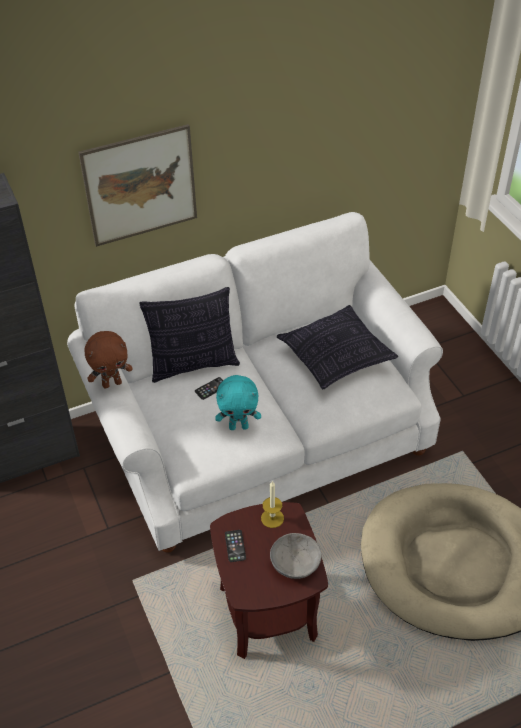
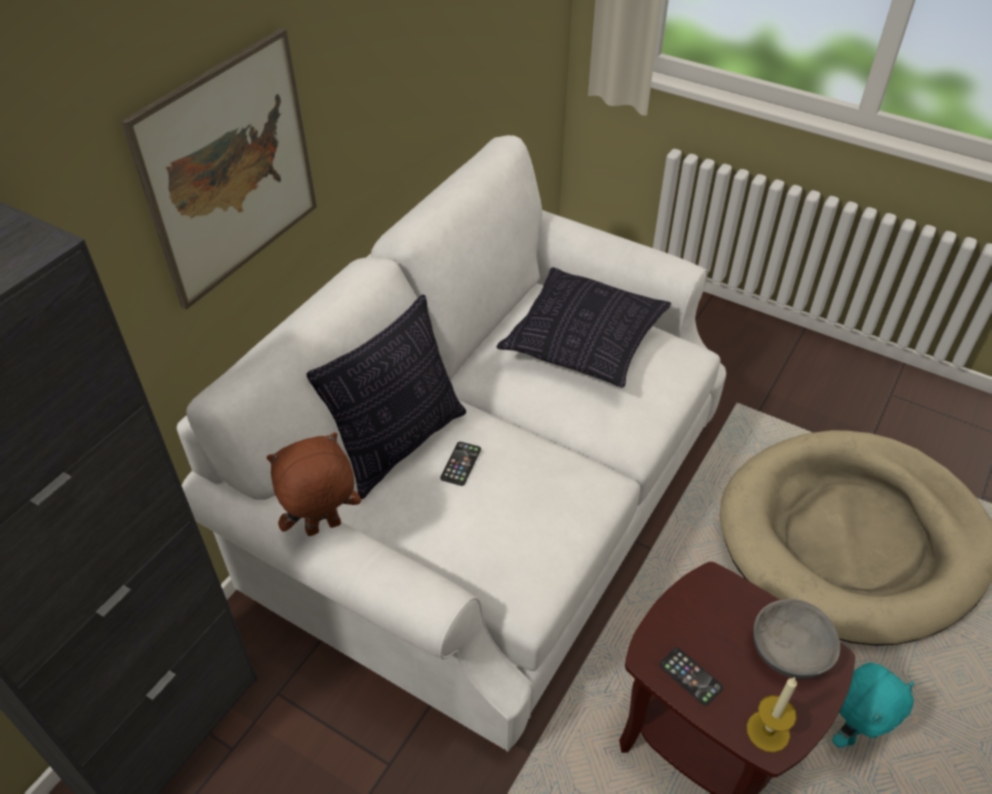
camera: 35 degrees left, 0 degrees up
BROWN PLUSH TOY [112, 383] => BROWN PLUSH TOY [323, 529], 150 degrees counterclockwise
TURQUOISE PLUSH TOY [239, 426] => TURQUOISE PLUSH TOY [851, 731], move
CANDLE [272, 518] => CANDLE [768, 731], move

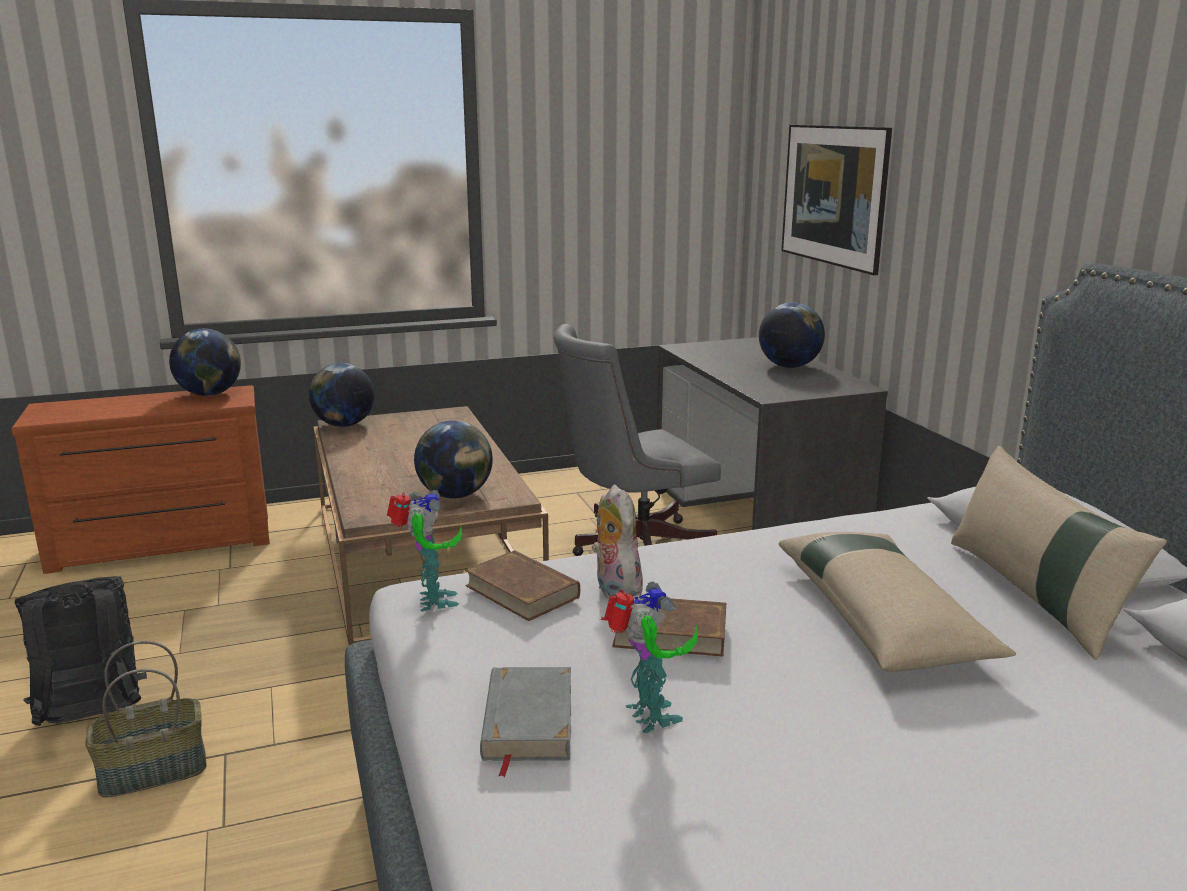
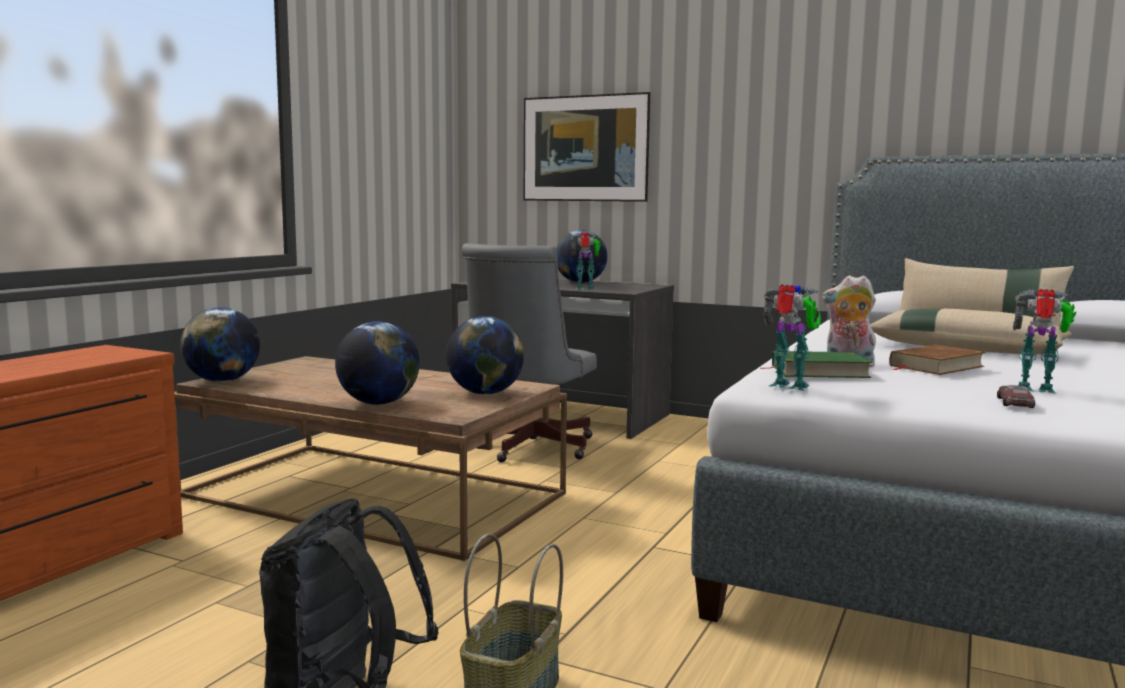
camera: 45 degrees left, 10 degrees down
GLOBE [210, 394] => GLOBE [378, 403], move
BROWN BOOK [522, 591] => GREEN BOOK [819, 371]
GREY BOOK [527, 722] => TOY CAR [1015, 403]
nothing => TOY ROBOT [586, 288]

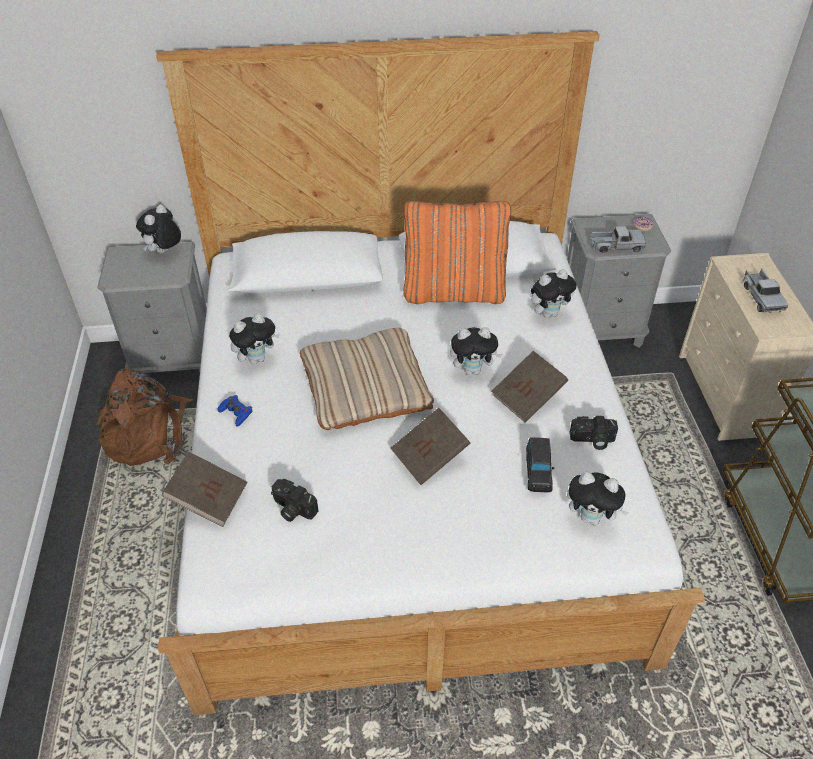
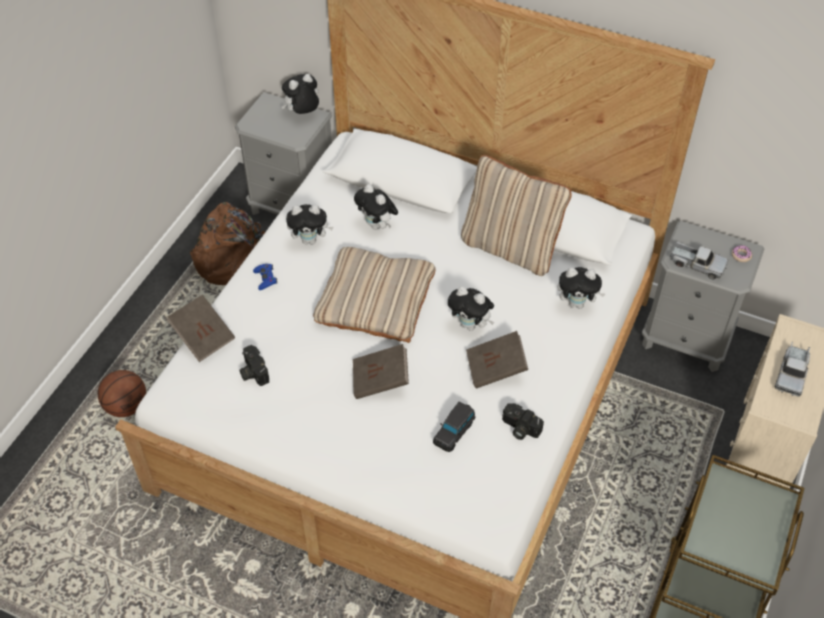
camera: 30 degrees right, 5 degrees up
ORANGE PILLOW [454, 292] => BEIGE PILLOW [510, 248]
PLUSH TOY [591, 517] => PLUSH TOY [377, 225], move
nothing => BASKETBALL [127, 406]

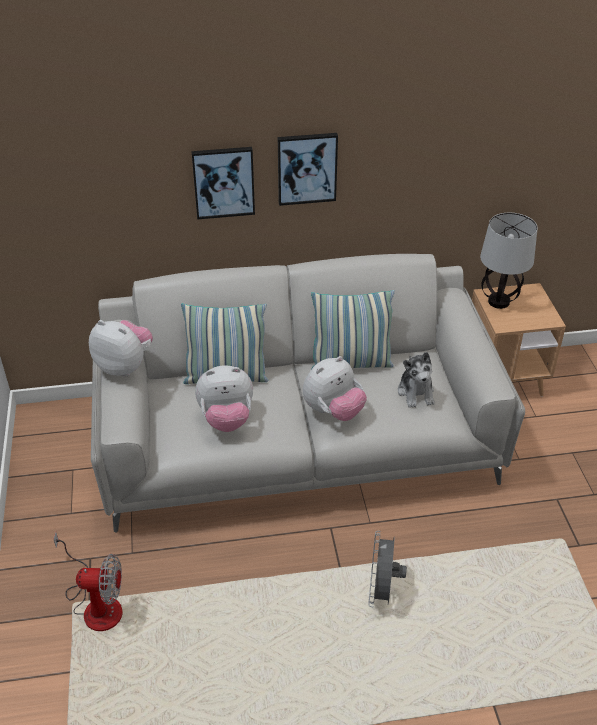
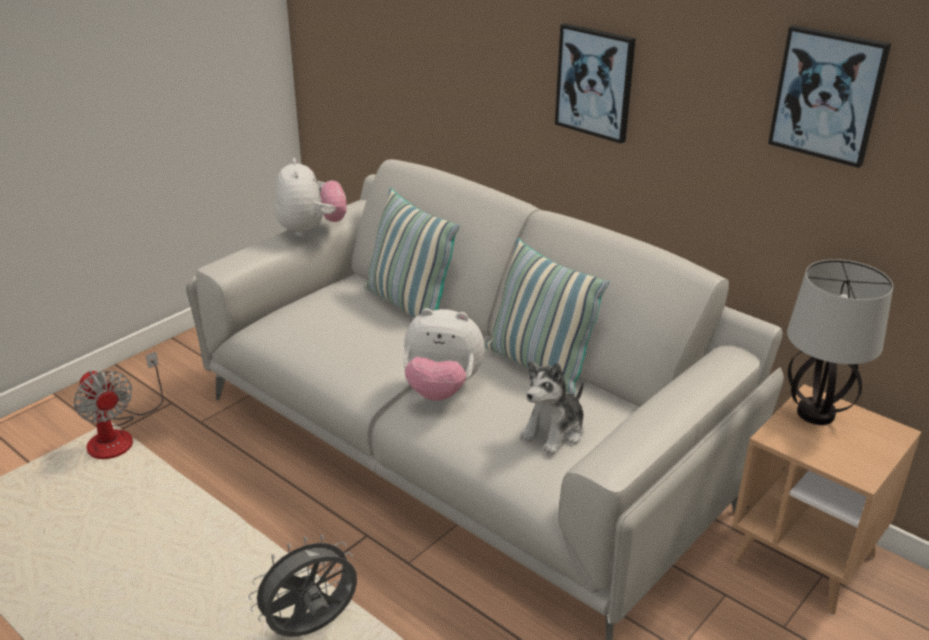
camera: 50 degrees right, 10 degrees down
PICTURE [223, 182] => PICTURE [828, 95], move
PLUSH TOY [226, 419] => nothing

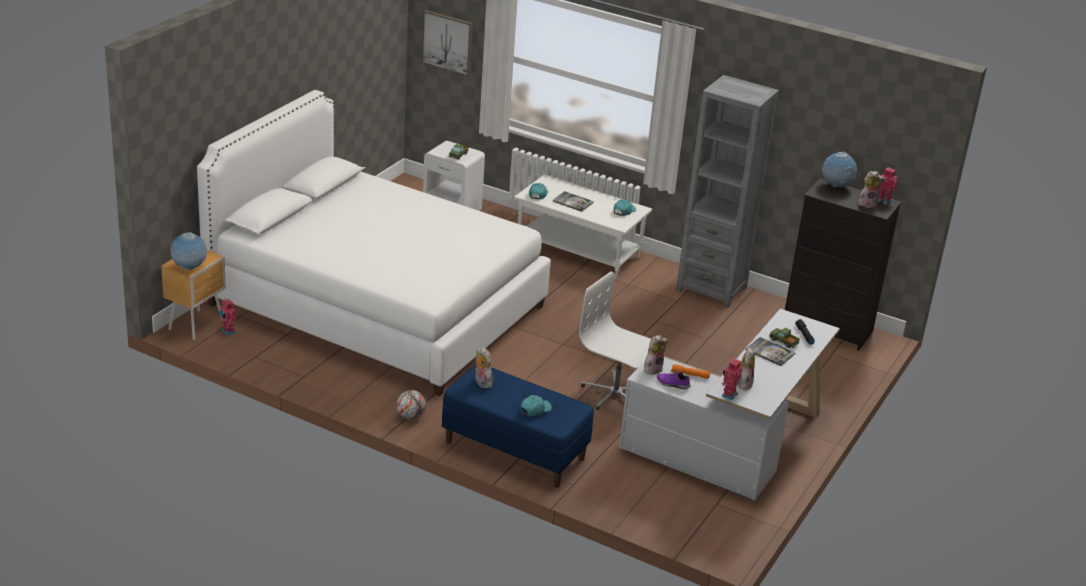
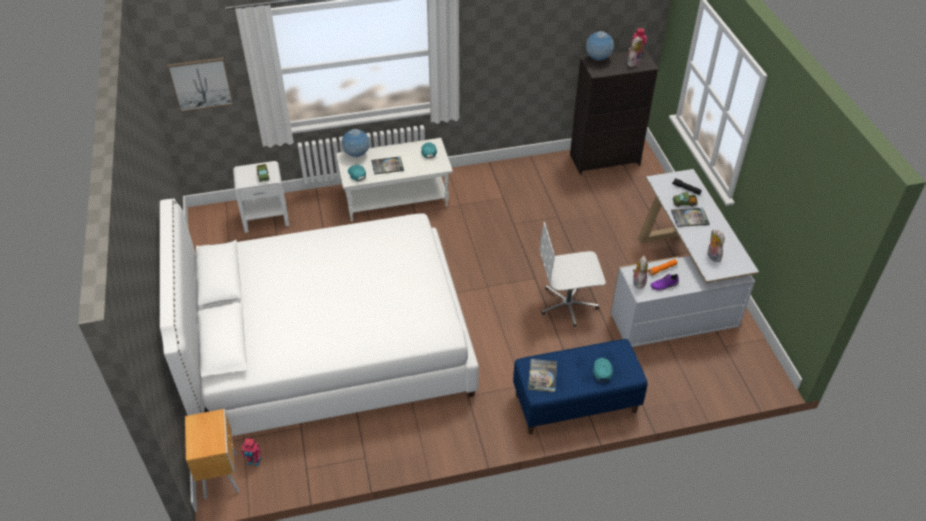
camera: 40 degrees left, 15 degrees up
GREY BOOKCASE [711, 289] => nothing
GLOBE [189, 268] => GLOBE [357, 155], move
PLUSH TOY [481, 383] => BOOK [542, 376]
TOY ROBOT [728, 394] => nothing
FOOTBALL [410, 416] => nothing

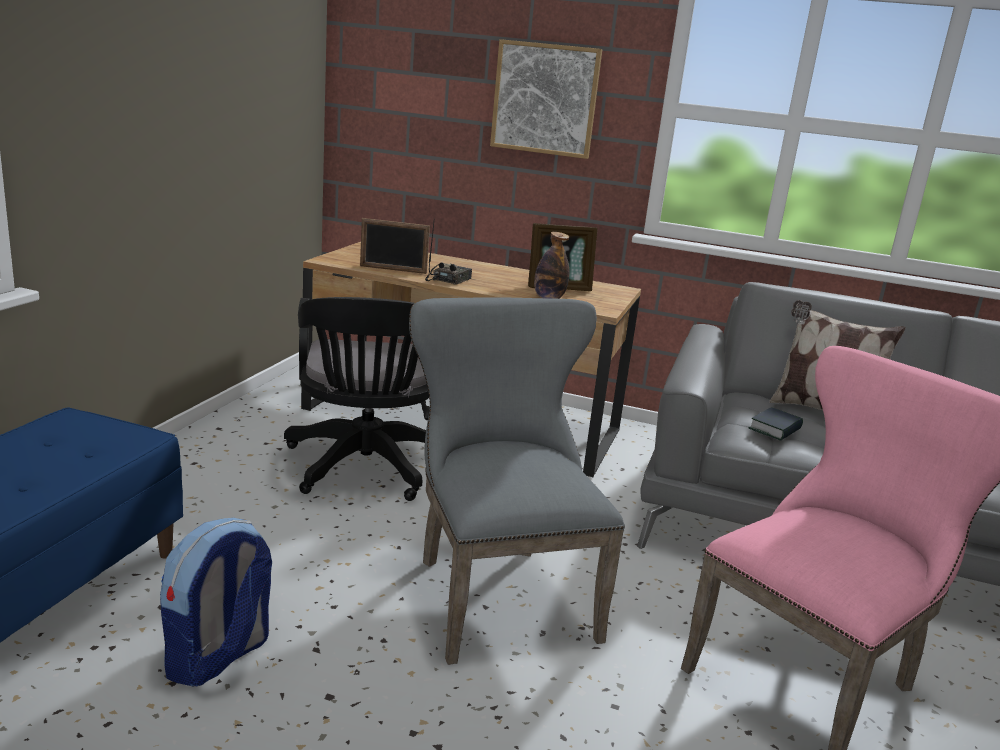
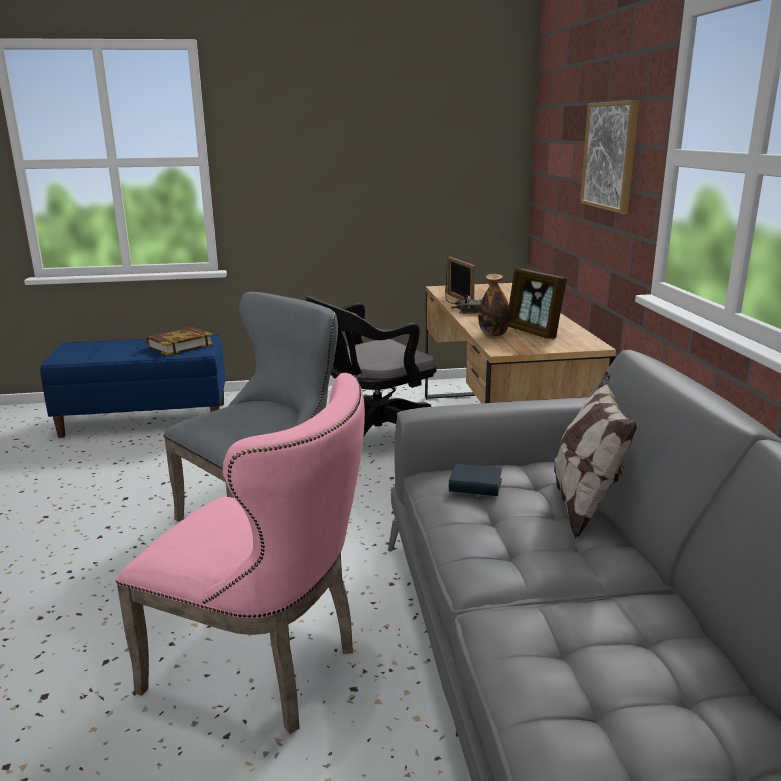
camera: 65 degrees right, 0 degrees up
BACKPACK [218, 657] => nothing
nothing => BOOK [180, 346]

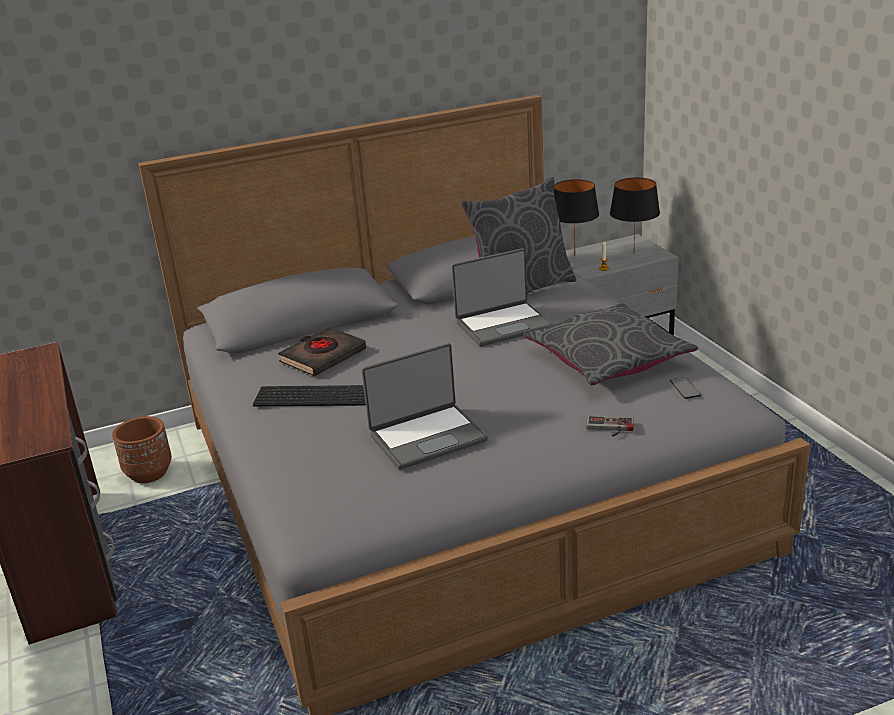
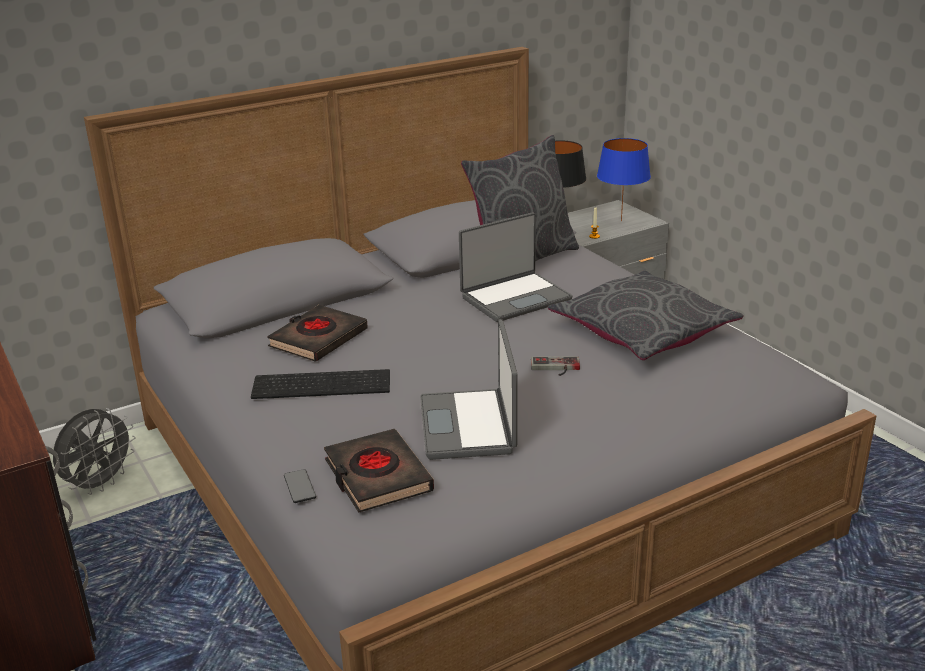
camera: 10 degrees left, 0 degrees up
BLACK TABLE LAMP [633, 254] => BLUE TABLE LAMP [621, 221]
LAPTOP [427, 437] => LAPTOP [469, 426], 120 degrees clockwise
PHONE [685, 388] => PHONE [299, 487], move
BROWN PLANTER [149, 473] => GREY FAN [100, 484]
GAME CONTROLLER [609, 428] => GAME CONTROLLER [555, 368], move
nothing => BLACK BOOK [377, 476]

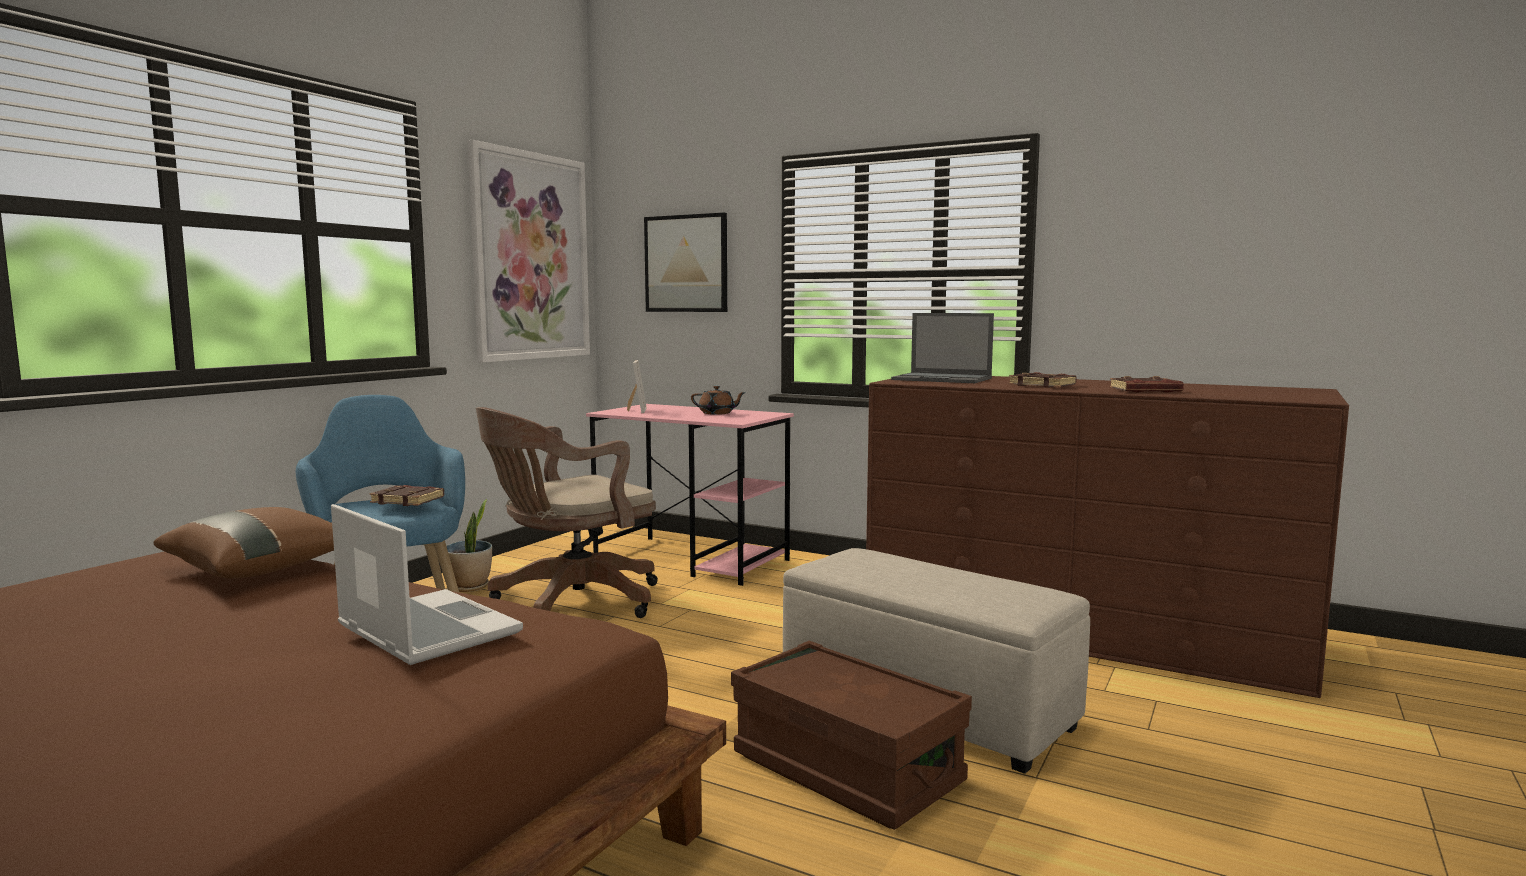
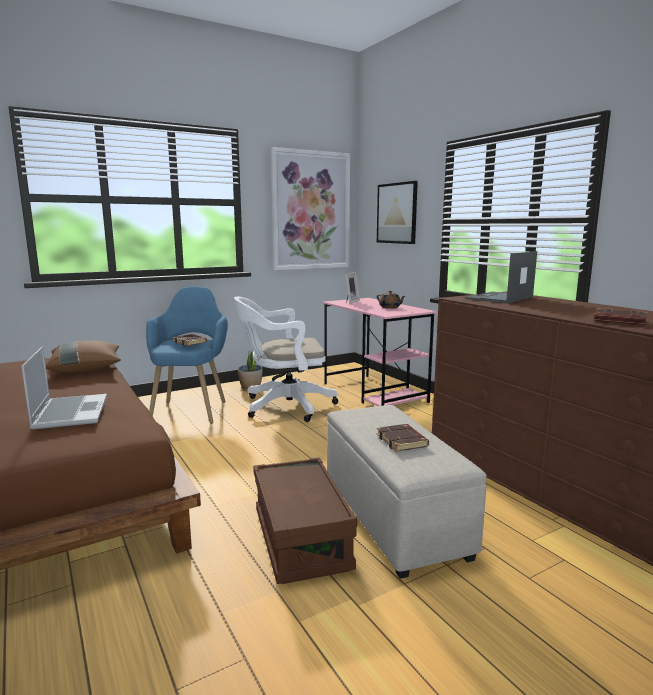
camera: 30 degrees right, 5 degrees up
LAPTOP [943, 379] => LAPTOP [499, 298], 75 degrees clockwise
BROWN BOOK [1043, 385] => BROWN BOOK [402, 441], move
BROWN OFFICE CHAIR [570, 603] => WHITE OFFICE CHAIR [284, 406]

